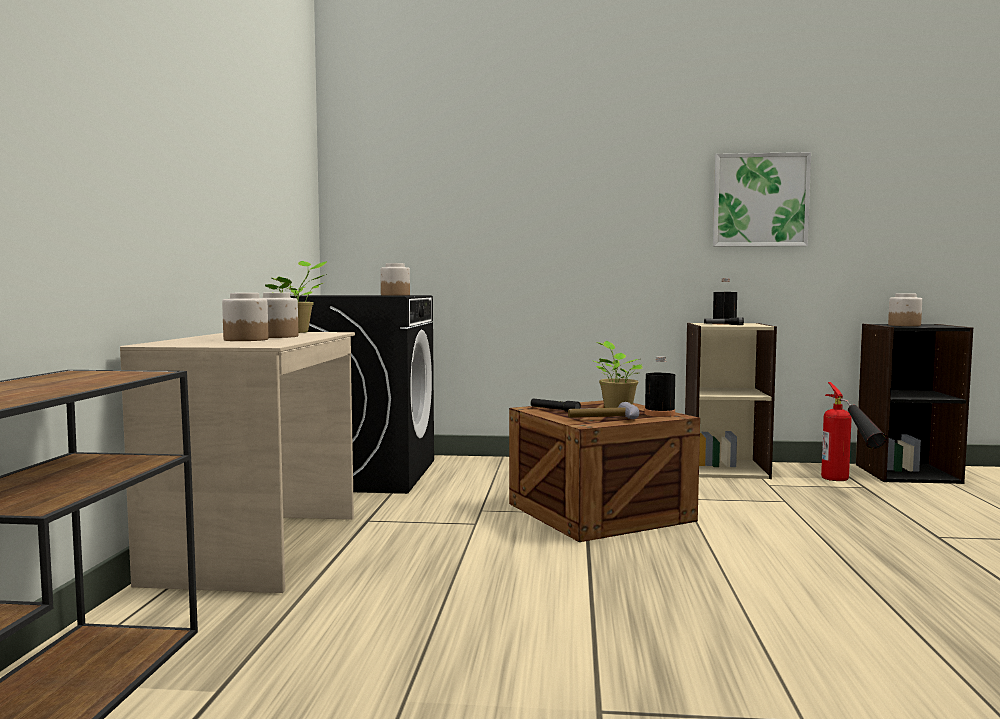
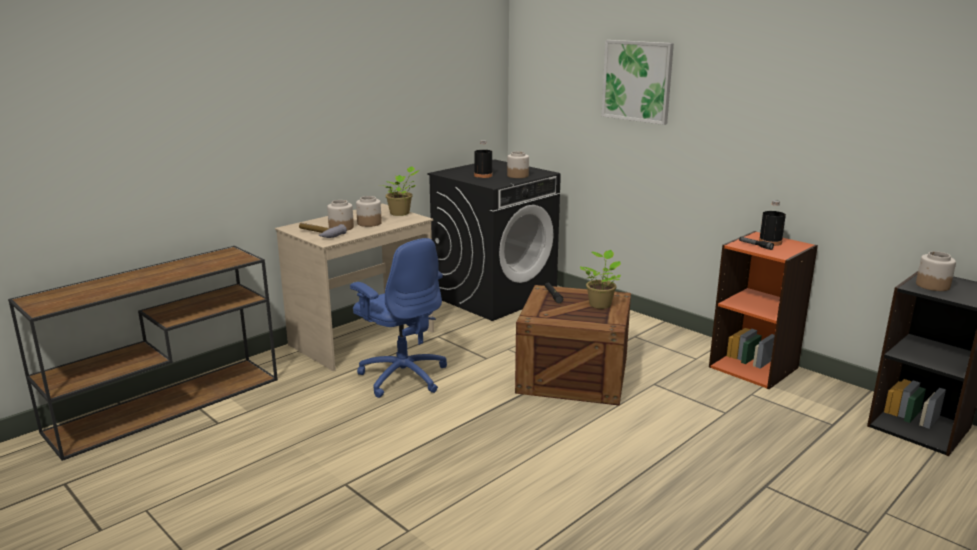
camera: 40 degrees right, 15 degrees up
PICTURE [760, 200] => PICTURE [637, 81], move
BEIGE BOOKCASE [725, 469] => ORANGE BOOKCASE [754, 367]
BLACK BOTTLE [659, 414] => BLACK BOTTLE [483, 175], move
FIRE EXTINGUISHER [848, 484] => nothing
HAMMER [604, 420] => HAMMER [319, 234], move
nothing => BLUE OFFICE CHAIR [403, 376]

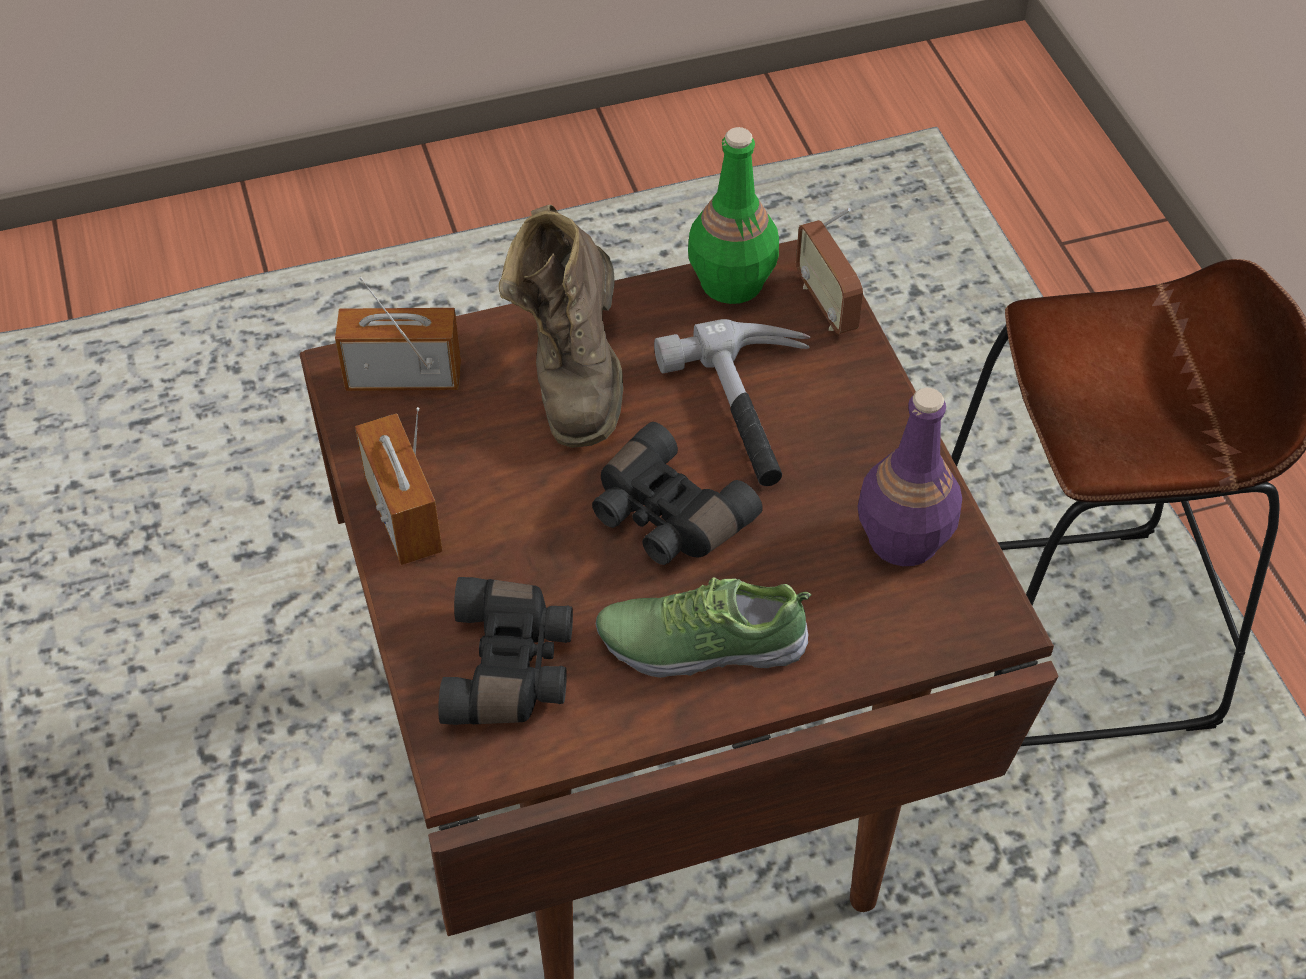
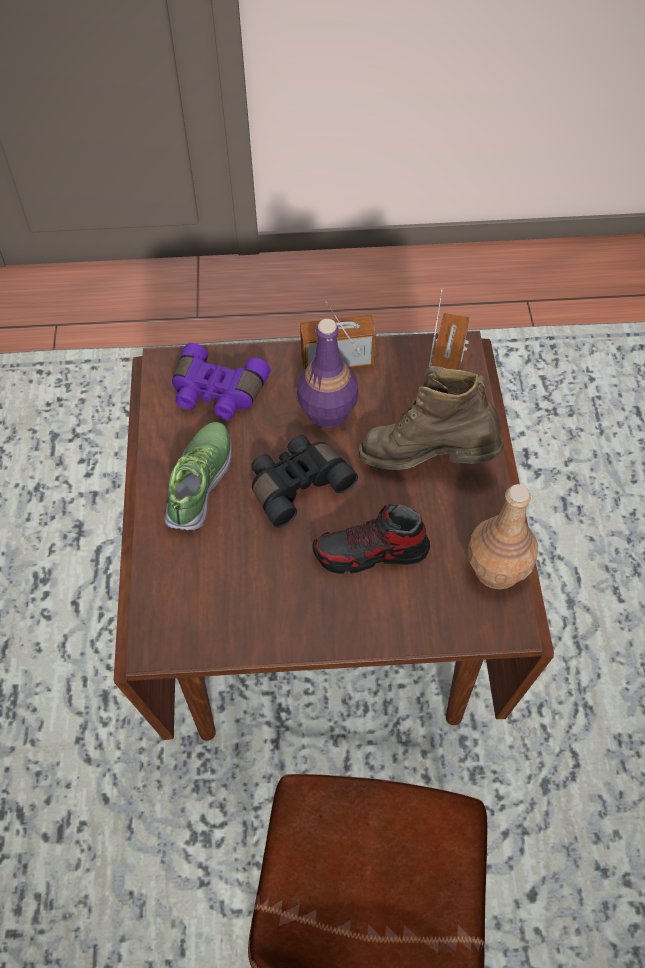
camera: 105 degrees right, 5 degrees up
GREEN BOTTLE [730, 283] => BROWN BOTTLE [497, 568]
RADIO [826, 305] => nothing
HAMMER [754, 410] => SHOE [371, 553]
PURPLE BOTTLE [903, 540] => PURPLE BOTTLE [327, 411], move
BLACK BINOCULARS [512, 668] => PURPLE BINOCULARS [216, 393]

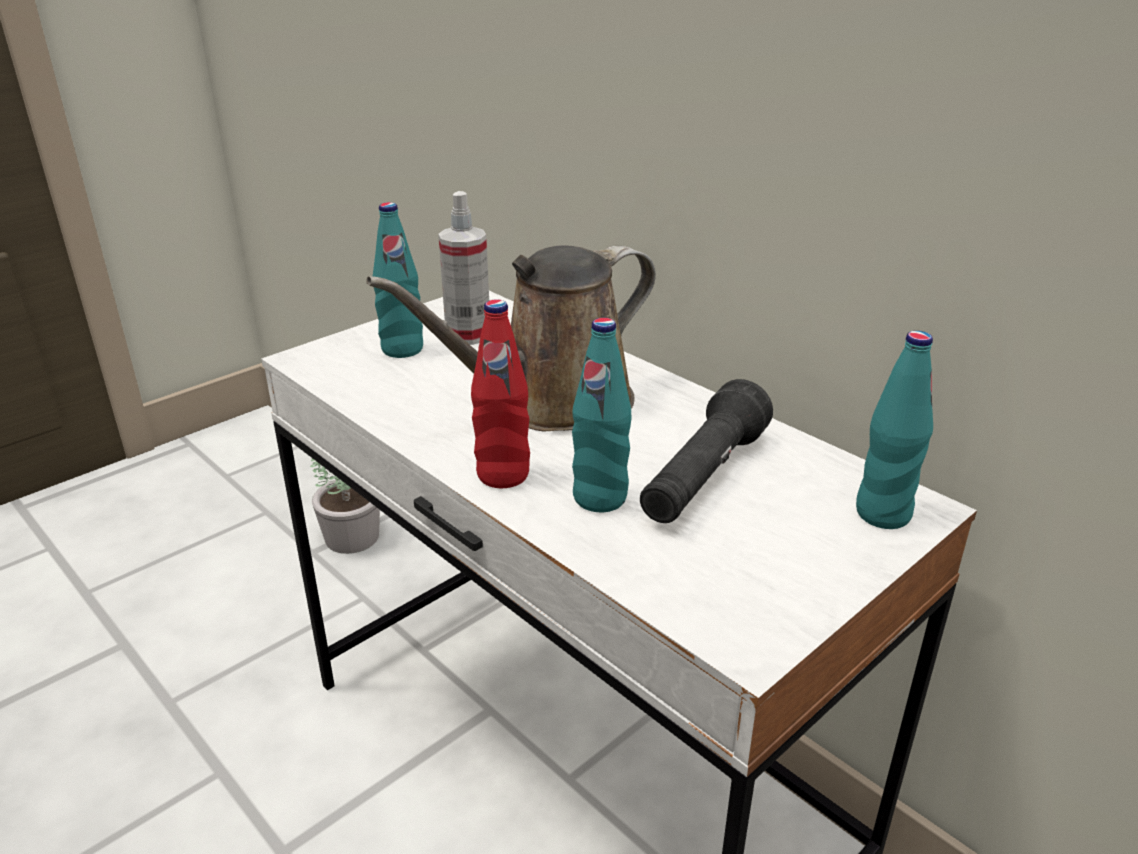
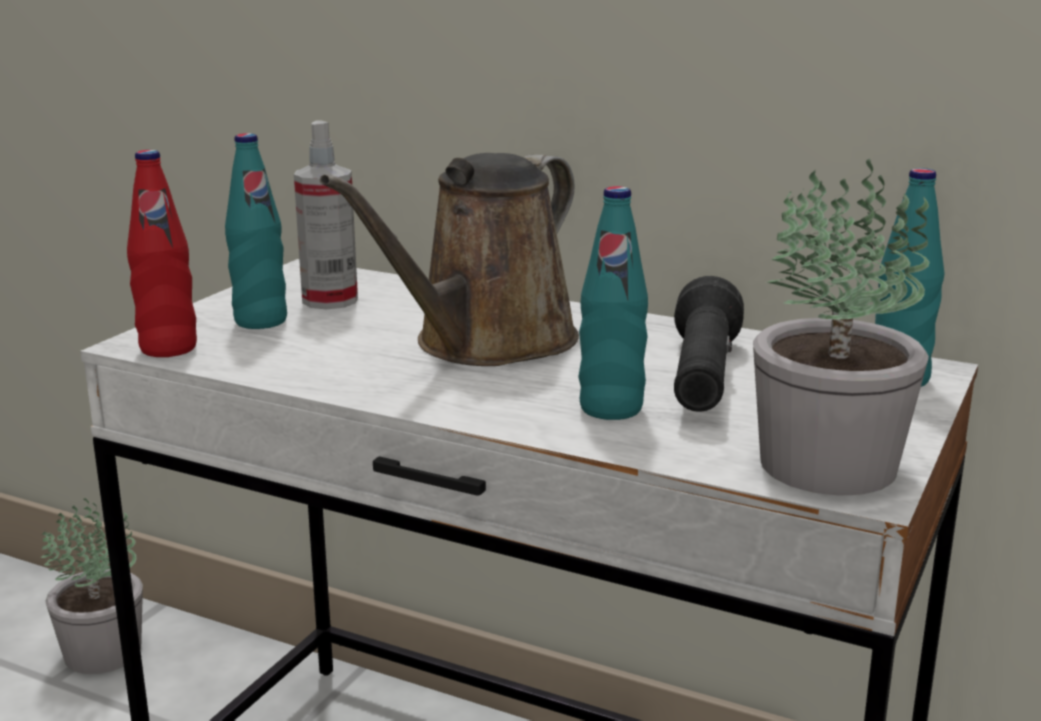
camera: 20 degrees left, 10 degrees down
RED BOTTLE [503, 475] => RED BOTTLE [168, 348], move
nothing => POTTED PLANT [825, 463]

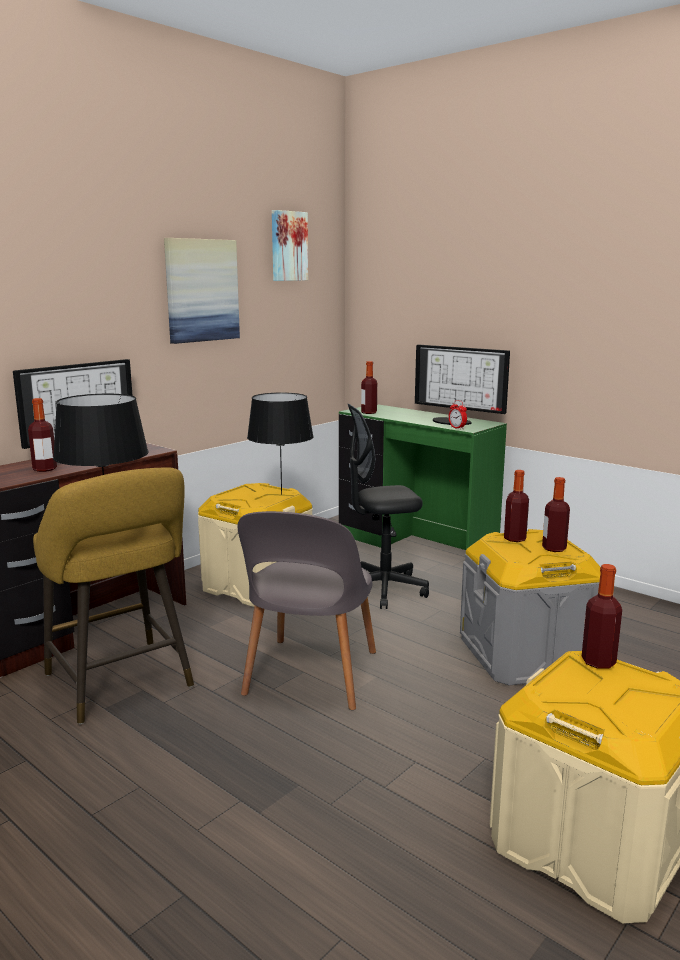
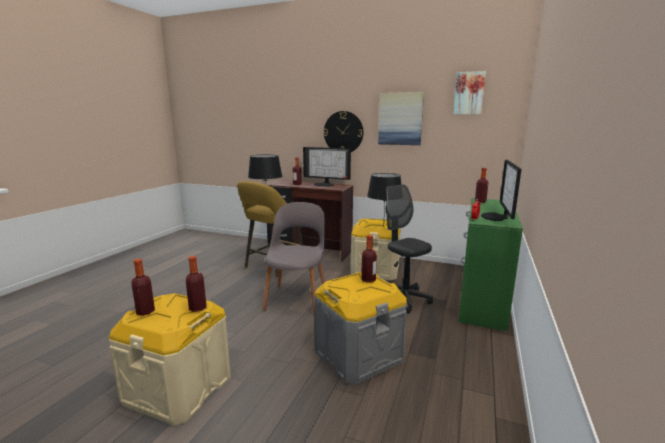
camera: 70 degrees right, 0 degrees up
BOTTLE [554, 548] => BOTTLE [145, 311], move
GREY CHAIR [310, 676] => GREY CHAIR [297, 297], 105 degrees clockwise
nothing => WALL CLOCK [343, 132]

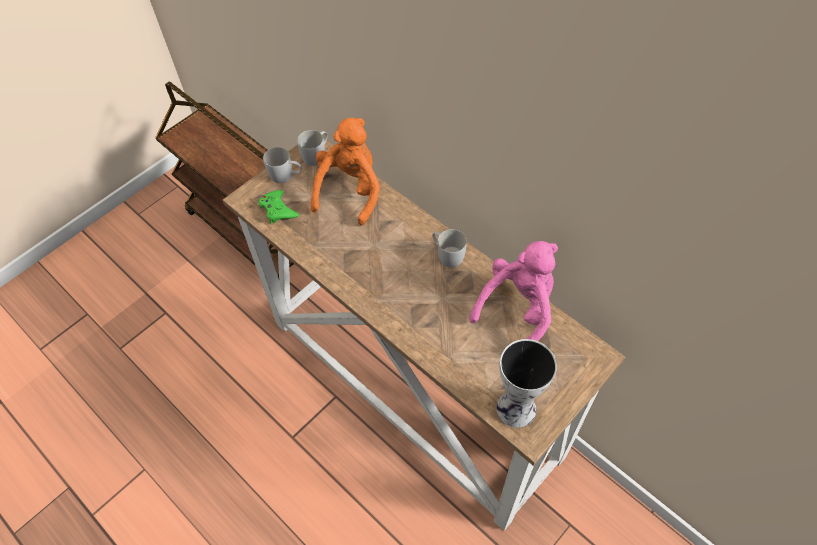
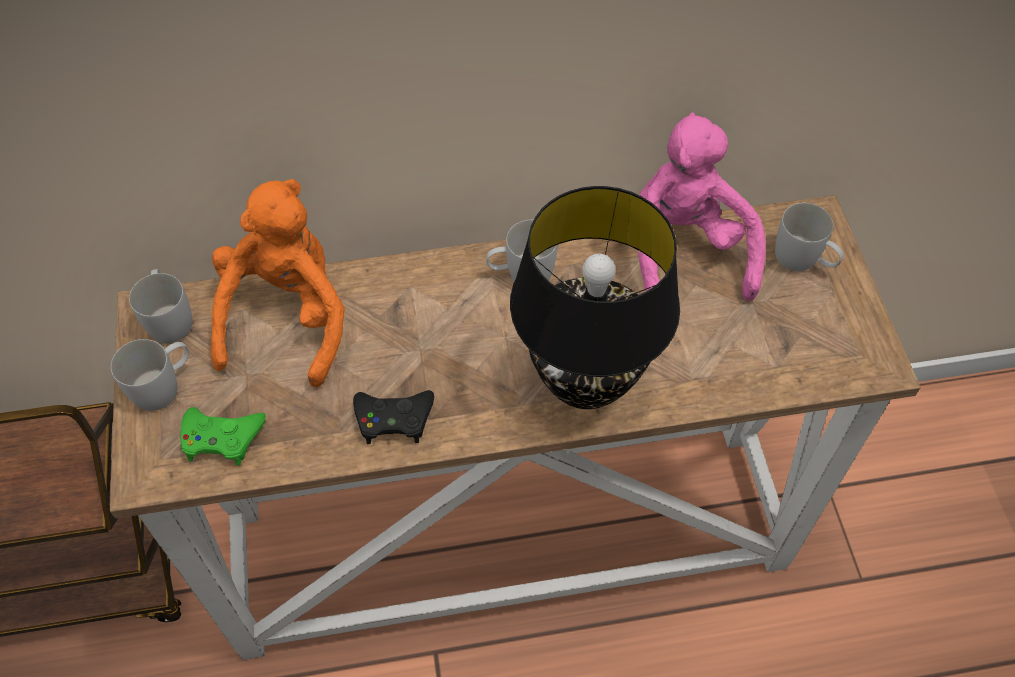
camera: 55 degrees left, 0 degrees up
ORANGE PLUSH TOY [350, 190] => ORANGE PLUSH TOY [287, 317], 45 degrees clockwise
VASE [517, 410] => nothing
nothing => BLACK TABLE LAMP [584, 381]
nothing => WHITE MUG [804, 260]
nothing => BLACK GAME CONTROLLER [394, 419]

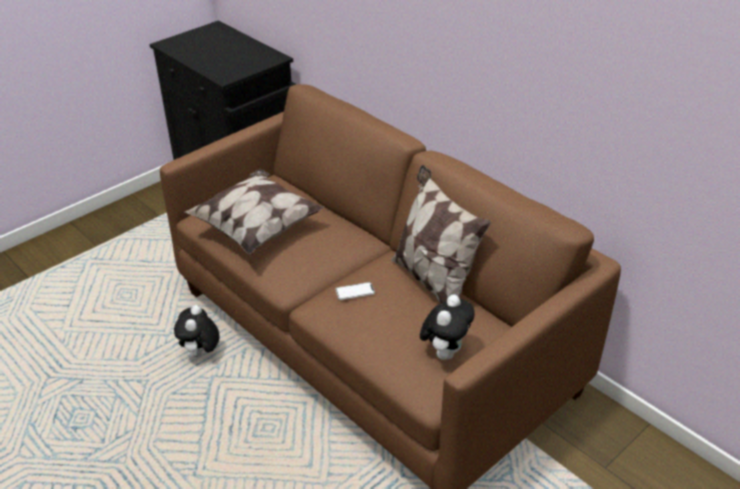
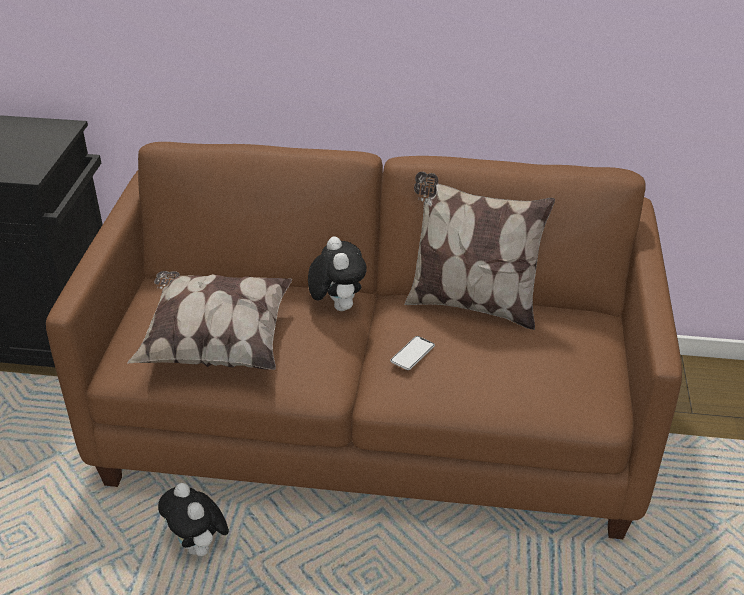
camera: 40 degrees left, 0 degrees up
PLUSH TOY [445, 352] => PLUSH TOY [337, 306], move

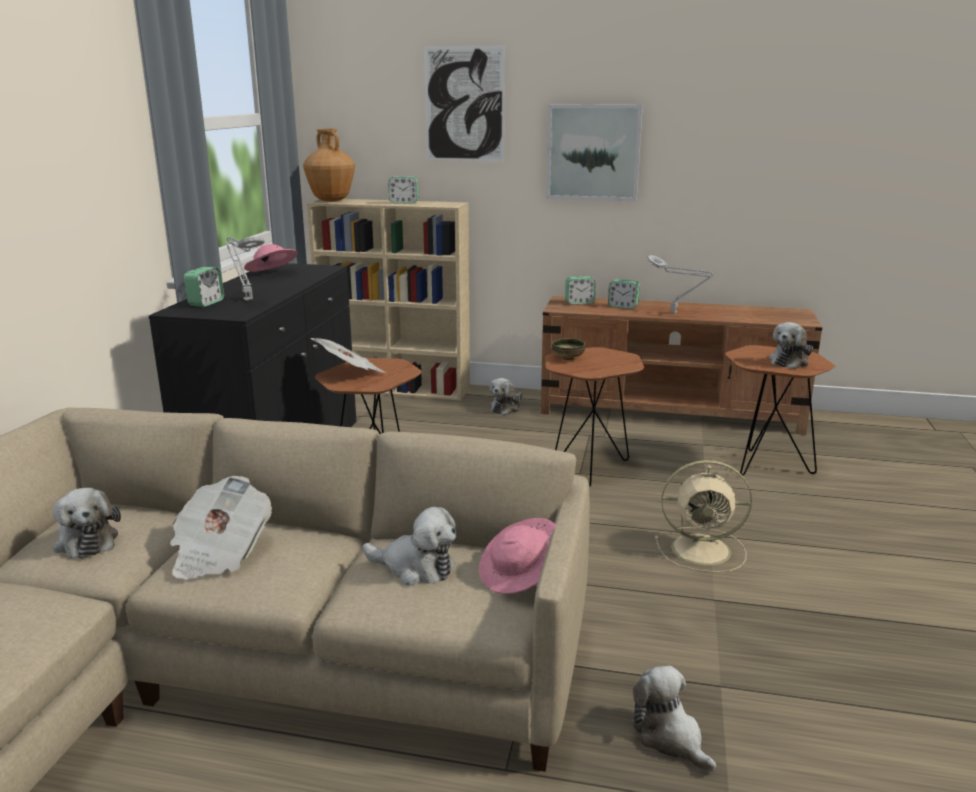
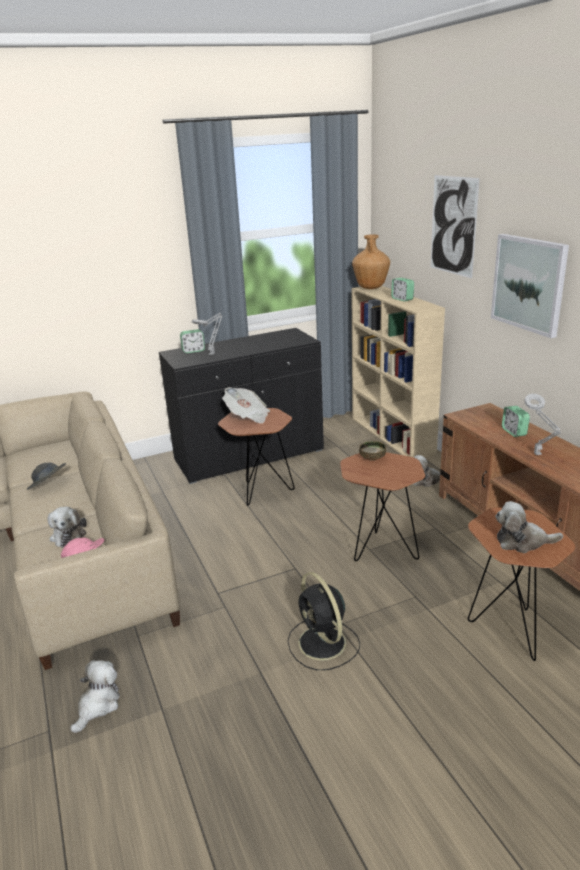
camera: 55 degrees right, 5 degrees up
PINK HAT [272, 274] => nothing
ALARM CLOCK [579, 302] => nothing
BEIGE FAN [703, 550] => BLACK FAN [323, 644]
NEWSPAPER [219, 552] => GREY HAT [49, 486]
PLUSH TOY [86, 540] => nothing

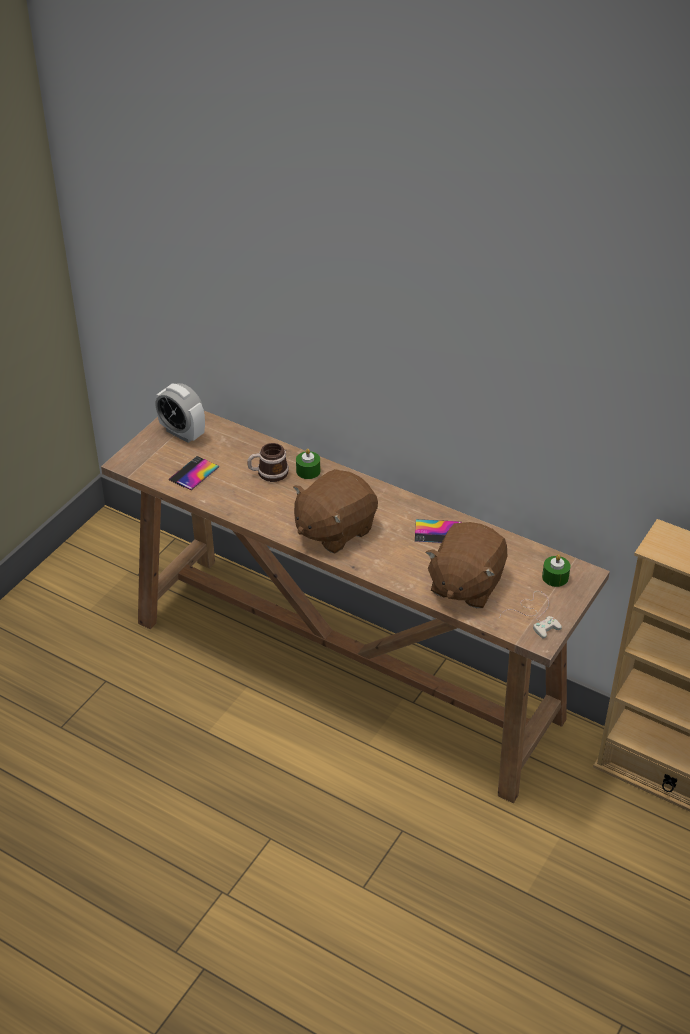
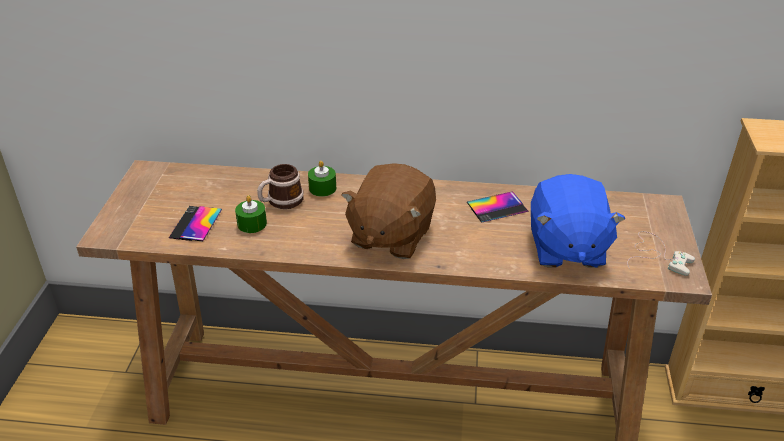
camera: 25 degrees left, 5 degrees down
ALARM CLOCK [182, 433] => nothing
BROWN PLUSH TOY [465, 584] => BLUE PLUSH TOY [566, 248]
GREEN CANDLE [555, 577] => GREEN CANDLE [252, 224], move

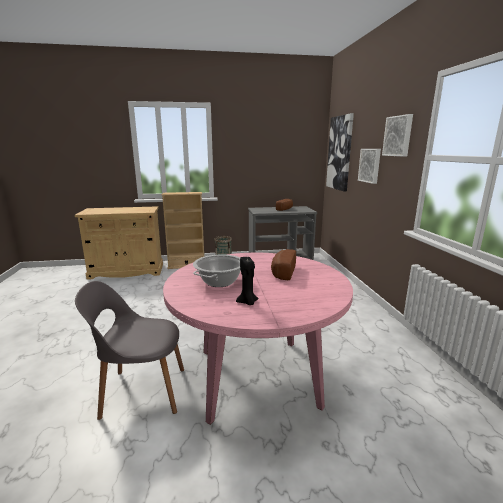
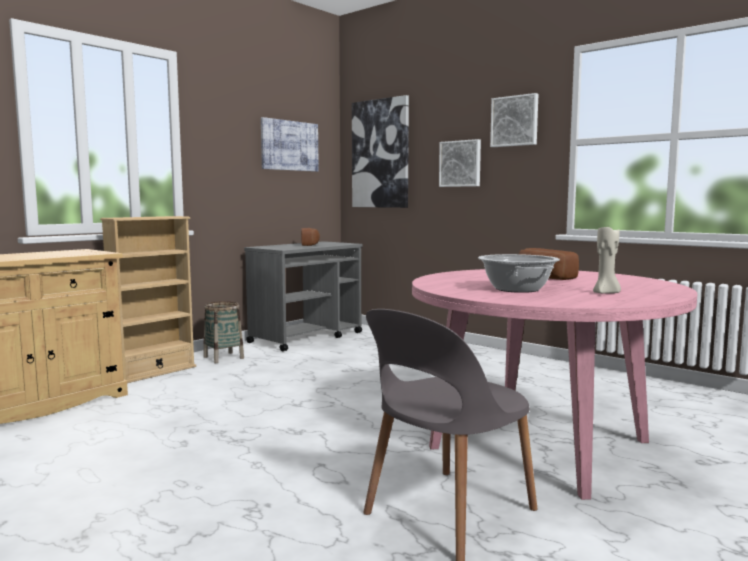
camera: 40 degrees left, 10 degrees down
BLACK CANDLE [247, 302] => BEIGE CANDLE [606, 293]
nothing => PICTURE [289, 145]

